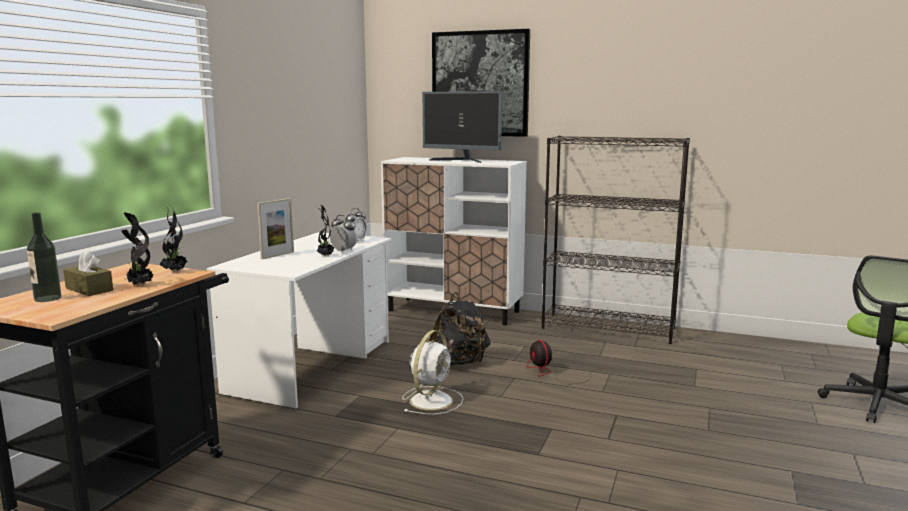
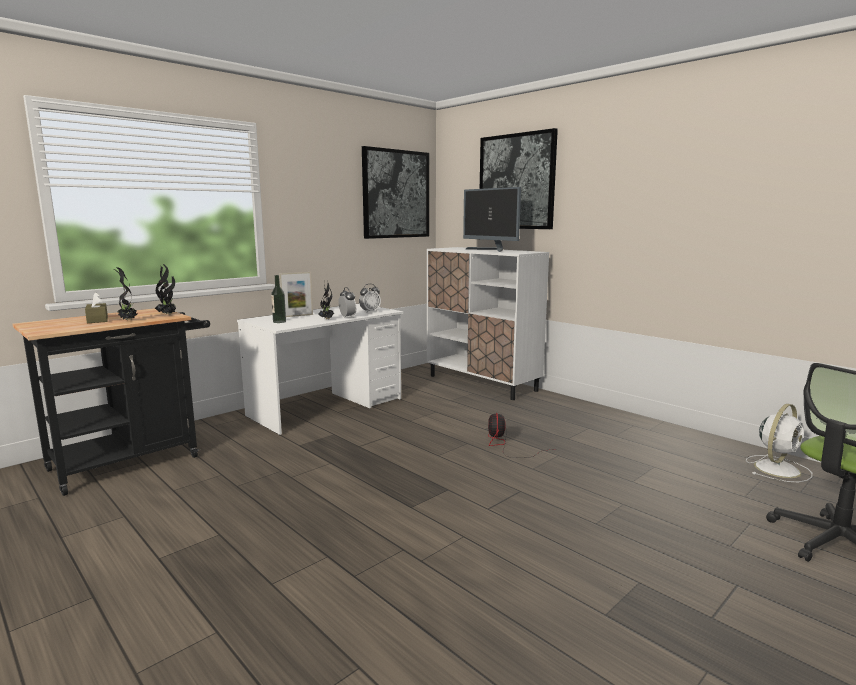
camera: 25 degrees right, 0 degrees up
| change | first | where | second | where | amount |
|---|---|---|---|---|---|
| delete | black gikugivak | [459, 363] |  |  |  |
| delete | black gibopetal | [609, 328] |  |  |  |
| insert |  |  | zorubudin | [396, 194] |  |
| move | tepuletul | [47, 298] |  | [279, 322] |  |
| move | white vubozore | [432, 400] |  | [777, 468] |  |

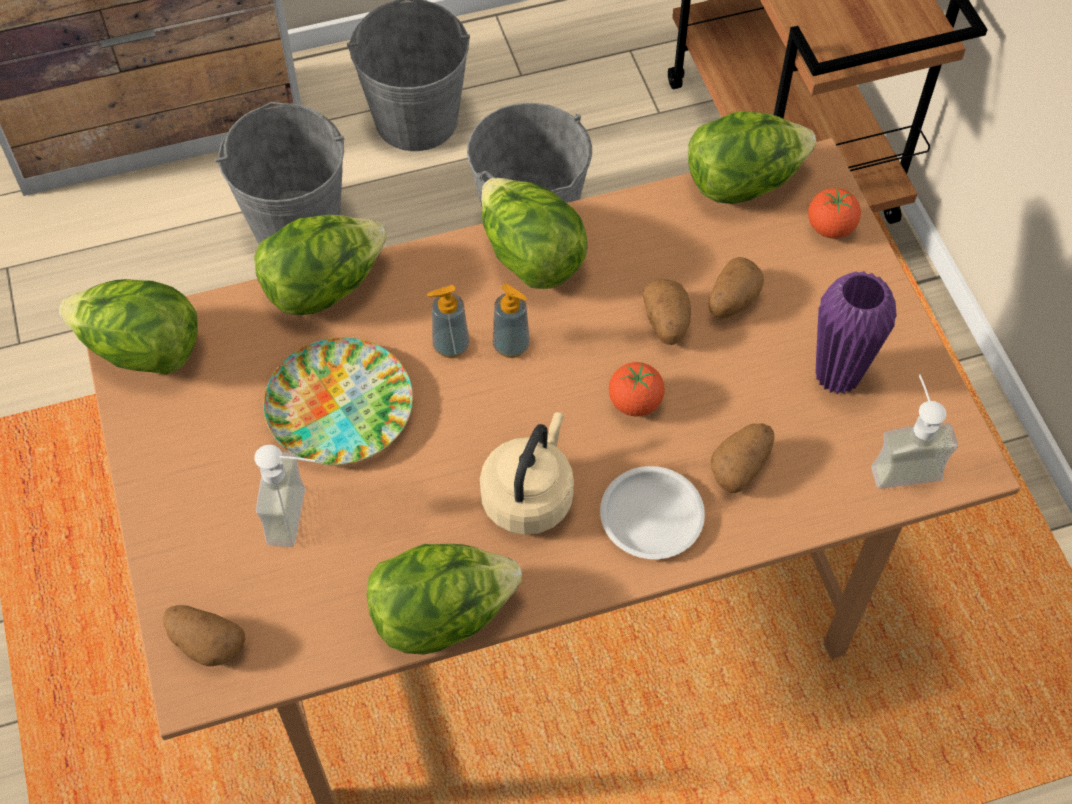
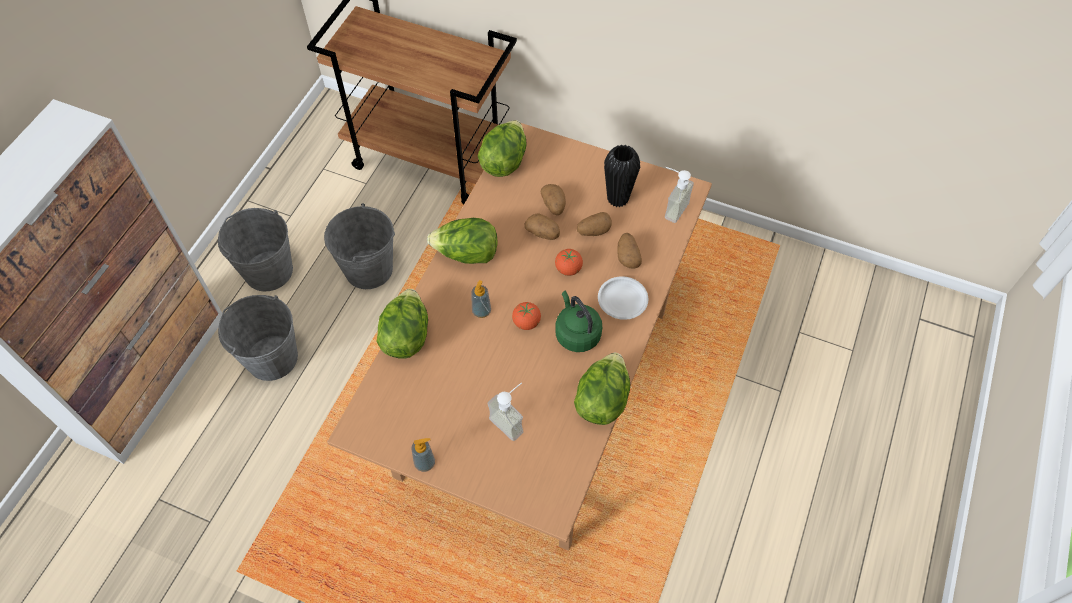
camera: 50 degrees left, 0 degrees up
| change | first | where | second | where | amount |
|---|---|---|---|---|---|
| delete | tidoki | [142, 350] |  |  |  |
| delete | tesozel | [341, 408] |  |  |  |
| move | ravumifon | [206, 643] |  | [593, 231] |  |
| move | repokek | [511, 345] |  | [425, 463] |  |
| move | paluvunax | [830, 228] |  | [526, 322] |  |
| recolor | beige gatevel | [529, 496] | green gatevel | [576, 333] |  |
| recolor | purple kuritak | [837, 375] | black kuritak | [617, 199] |  |

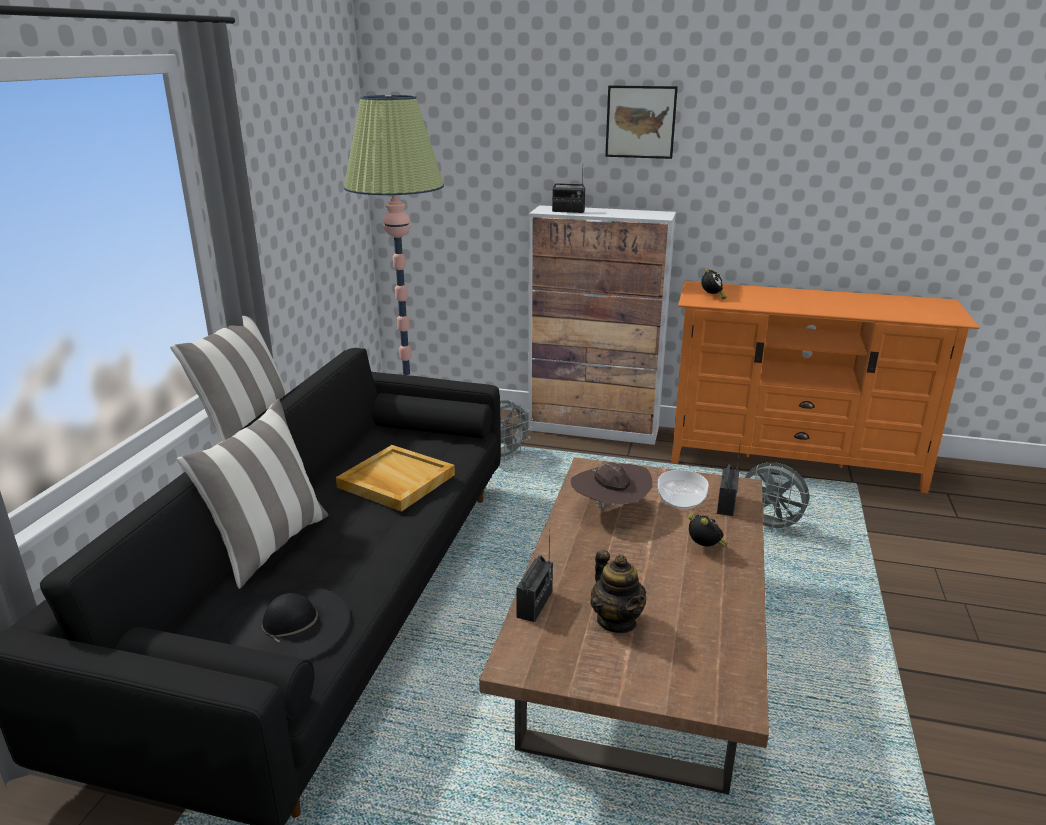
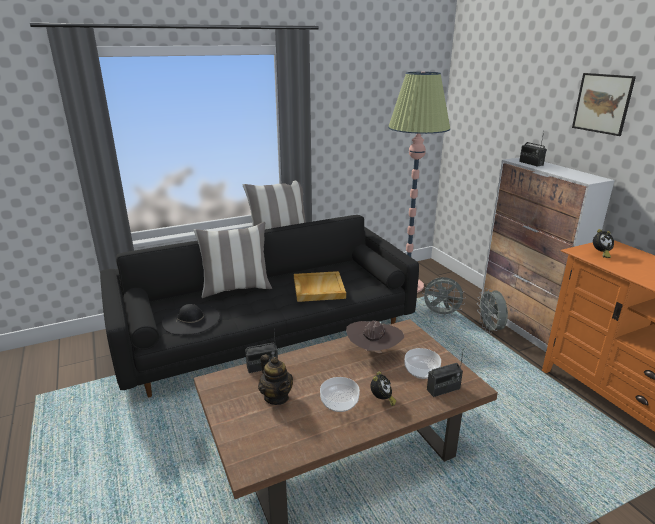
camera: 50 degrees right, 0 degrees up
| change | first | where | second | where | amount |
|---|---|---|---|---|---|
| insert |  |  | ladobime | [339, 402] |  |
| move | grey vubozore | [769, 526] |  | [490, 329] |  |
| rotate | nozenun | [617, 621] |  | [276, 397] | 60 degrees counterclockwise |

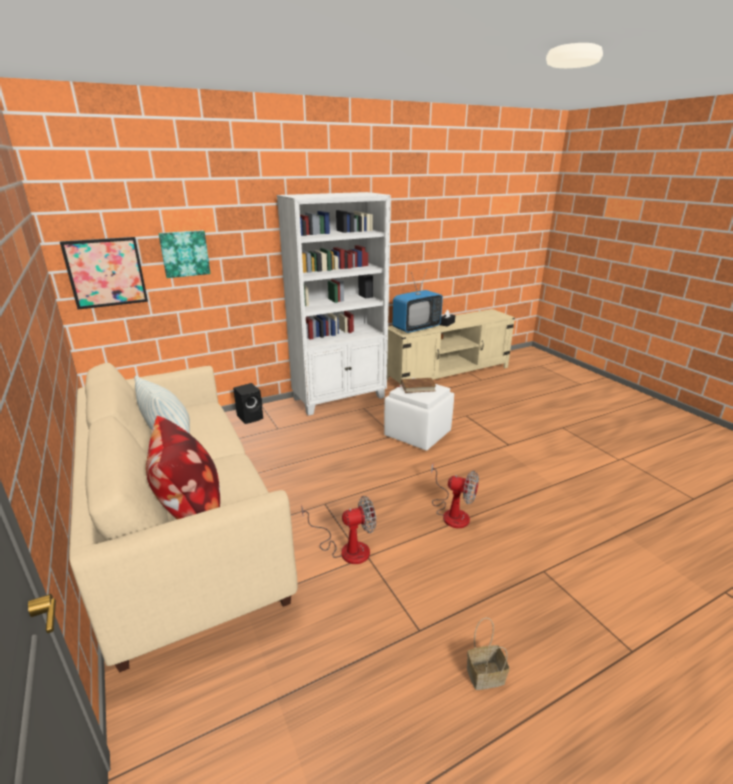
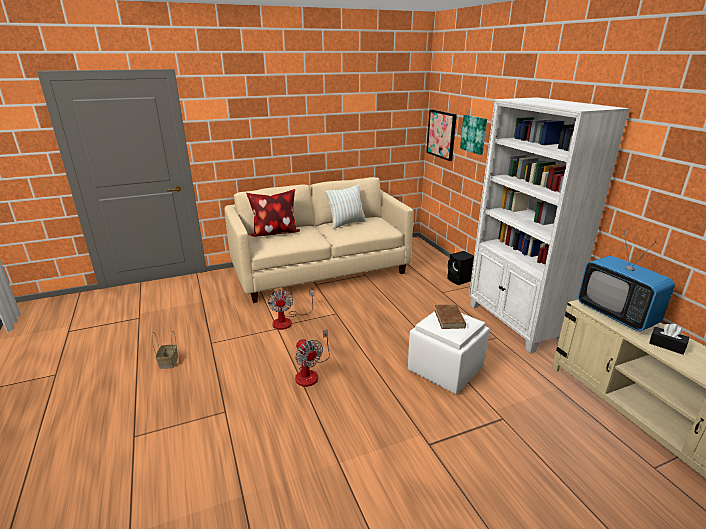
camera: 95 degrees right, 0 degrees up
| change | first | where | second | where | amount |
|---|---|---|---|---|---|
| rotate | vubozore | [452, 512] |  | [310, 373] | 60 degrees counterclockwise |

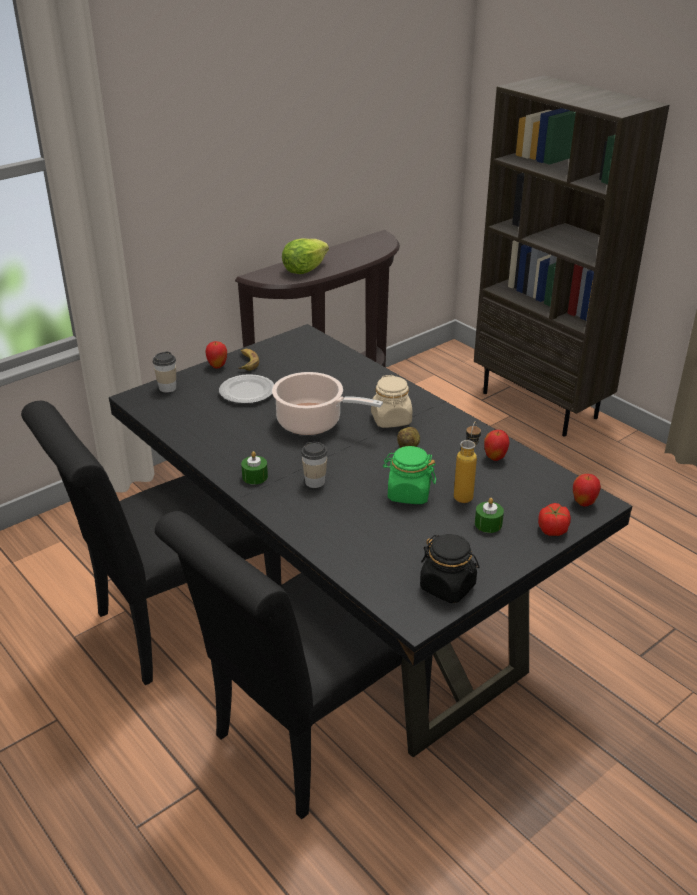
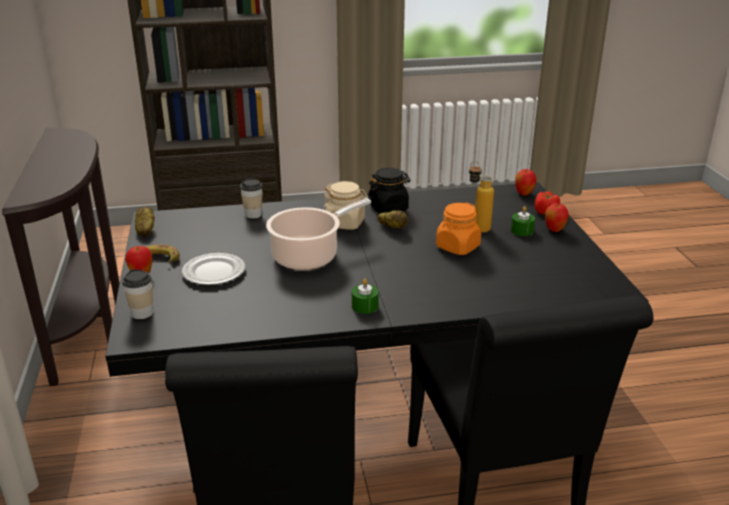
camera: 60 degrees left, 5 degrees down
| change | first | where | second | where | amount |
|---|---|---|---|---|---|
| delete | tidoki | [304, 270] |  |  |  |
| insert |  |  | ravumifon | [145, 231] |  |
| move | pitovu | [315, 482] |  | [253, 214] |  |
| move | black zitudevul | [448, 587] |  | [388, 208] |  |
| move | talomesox | [495, 458] |  | [554, 230] |  |
| recolor | green zitudevul | [408, 494] | orange zitudevul | [457, 247] |  |

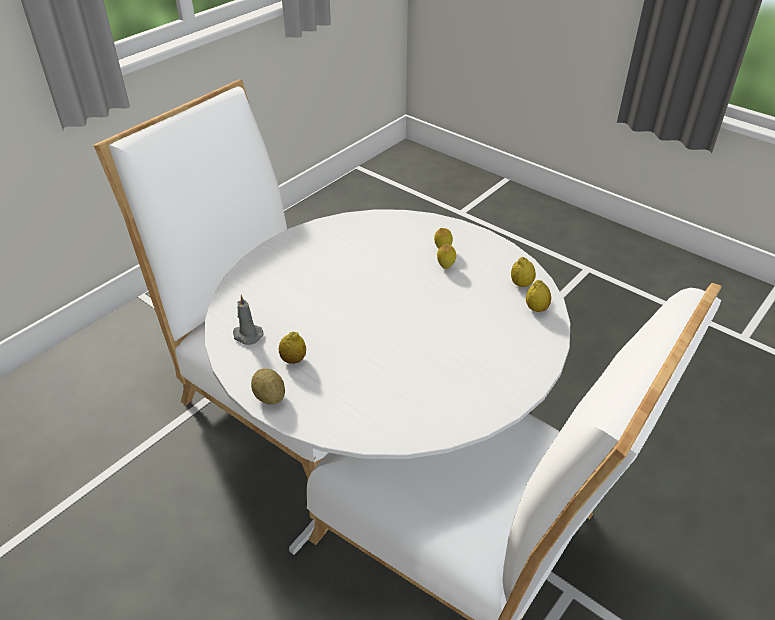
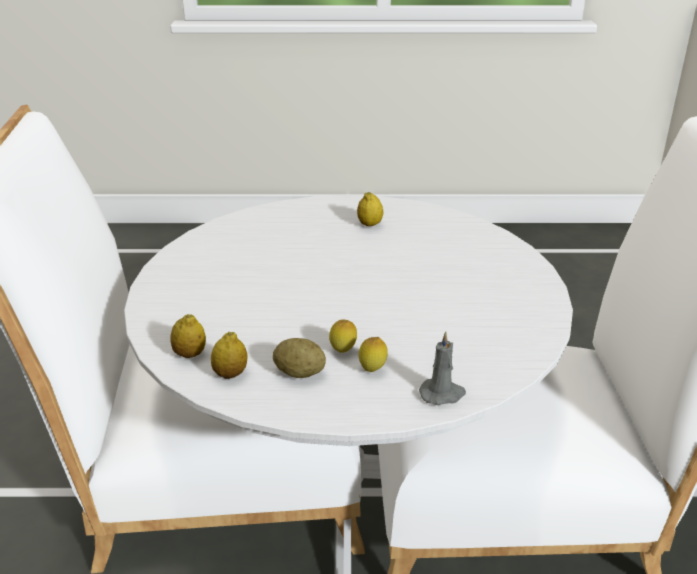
camera: 140 degrees right, 10 degrees down
| change | first | where | second | where | amount |
|---|---|---|---|---|---|
| move | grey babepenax | [247, 335] |  | [442, 394] |  |
| move | ravumifon | [269, 396] |  | [299, 373] |  |

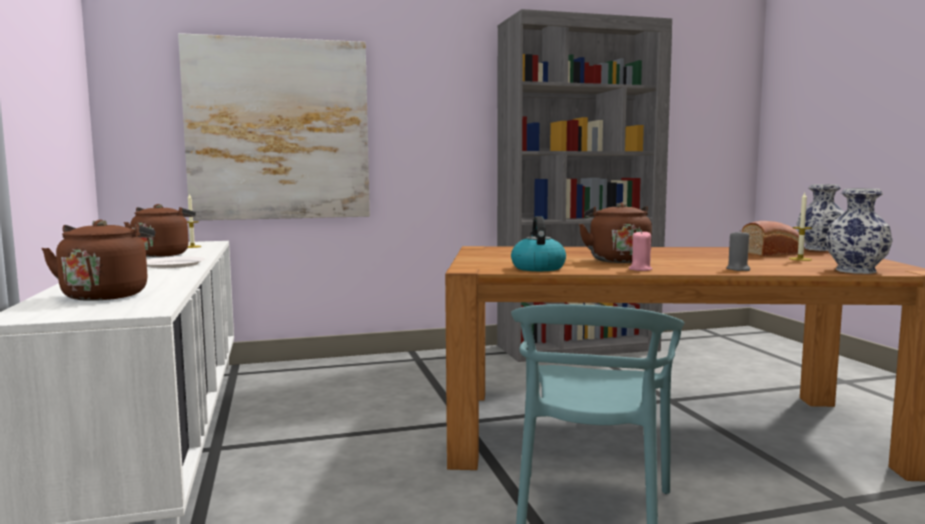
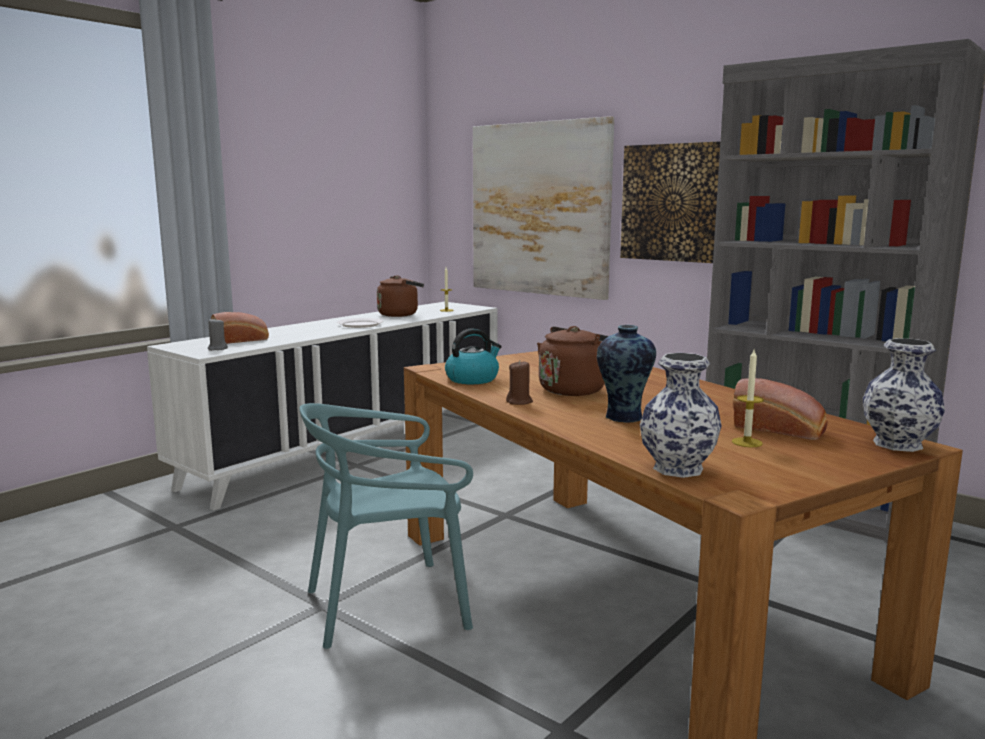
camera: 55 degrees right, 5 degrees up
| change | first | where | second | where | amount |
|---|---|---|---|---|---|
| insert |  |  | kuritak | [623, 418] |  |
| insert |  |  | zorubudin | [675, 202] |  |
| move | grey babepenax | [738, 269] |  | [217, 348] |  |
| replace | brown gatevel | [107, 295] | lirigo | [242, 340] |  |
| recolor | pink babepenax | [640, 269] | brown babepenax | [519, 402] |  |

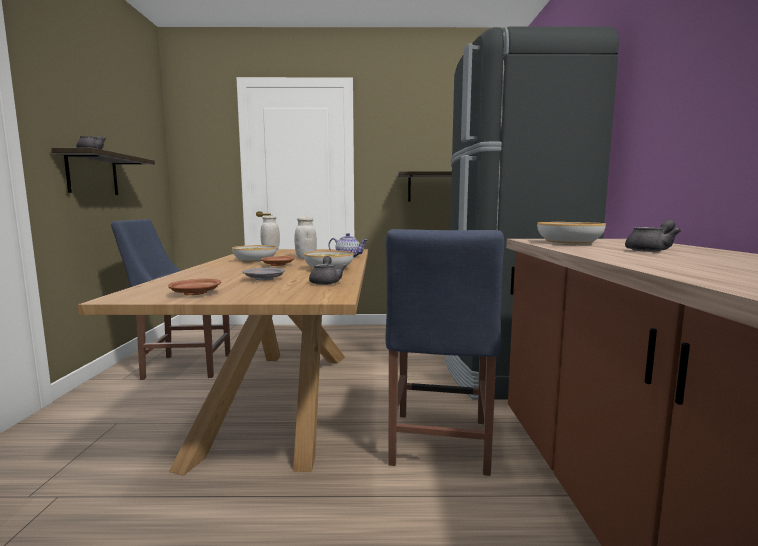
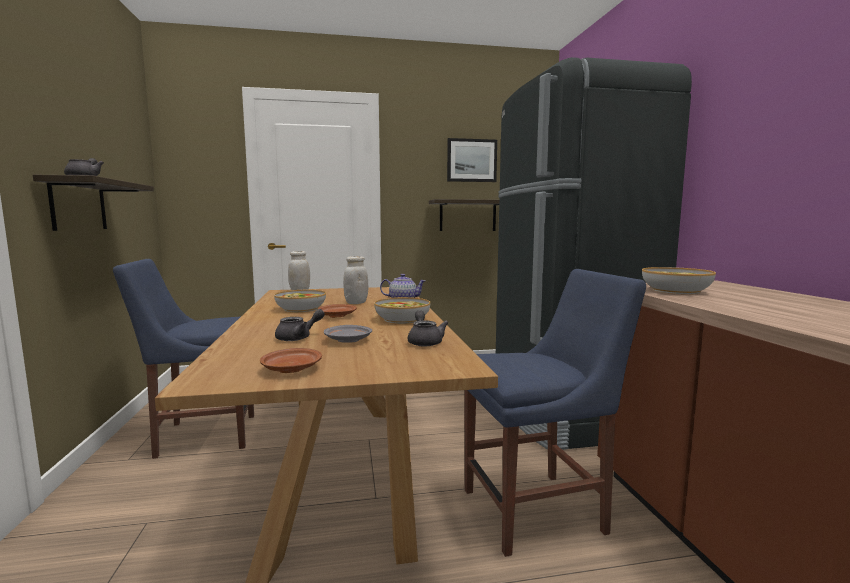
camera: 10 degrees left, 0 degrees up
| change | first | where | second | where | amount |
|---|---|---|---|---|---|
| insert |  |  | zorubudin | [471, 160] |  |
| move | grey nozenun | [651, 250] |  | [298, 338] |  |
| rotate | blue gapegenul | [438, 445] |  | [539, 510] | 105 degrees counterclockwise |

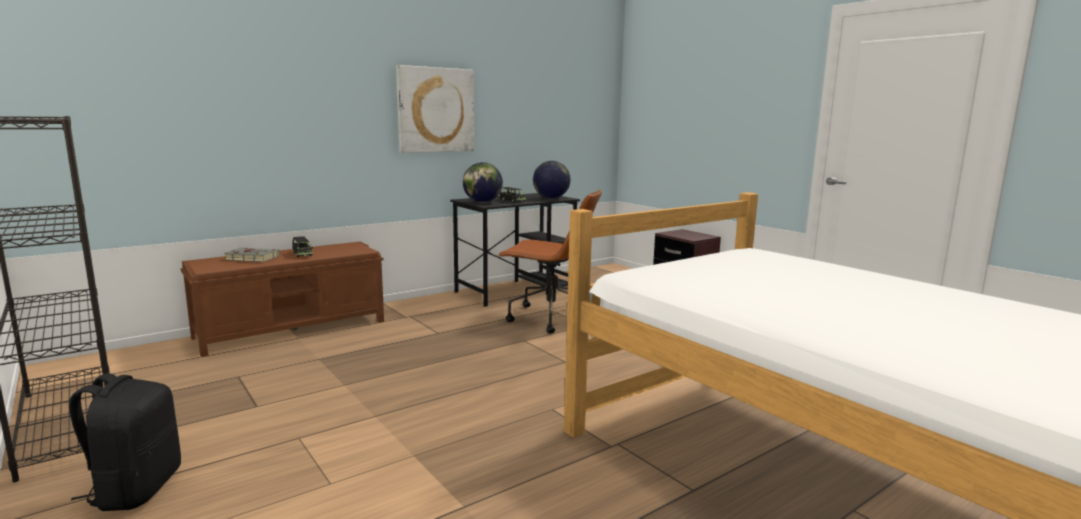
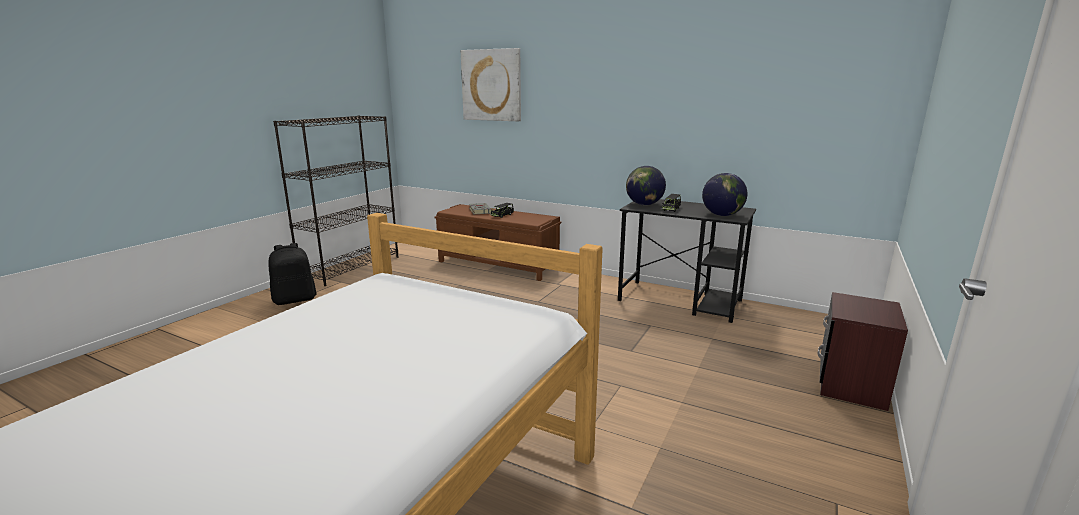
camera: 65 degrees right, 5 degrees up
| change | first | where | second | where | amount |
|---|---|---|---|---|---|
| delete | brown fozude | [549, 318] |  |  |  |
| move | zorubudin | [435, 110] |  | [491, 85] |  |

